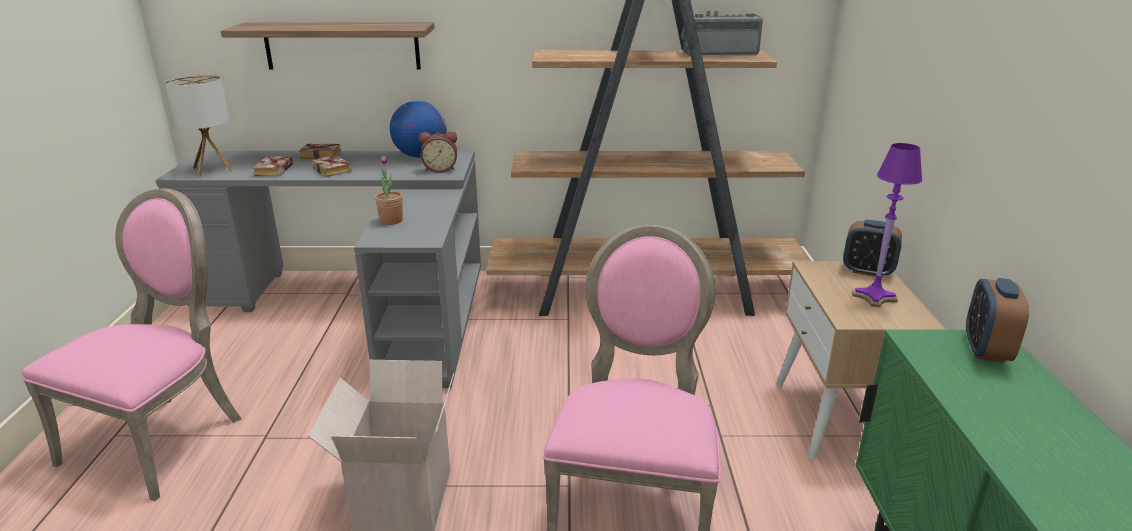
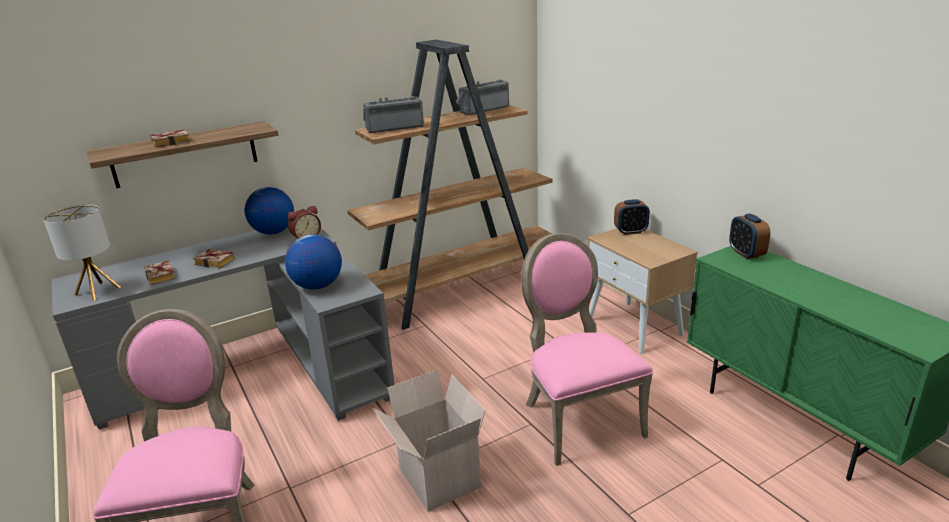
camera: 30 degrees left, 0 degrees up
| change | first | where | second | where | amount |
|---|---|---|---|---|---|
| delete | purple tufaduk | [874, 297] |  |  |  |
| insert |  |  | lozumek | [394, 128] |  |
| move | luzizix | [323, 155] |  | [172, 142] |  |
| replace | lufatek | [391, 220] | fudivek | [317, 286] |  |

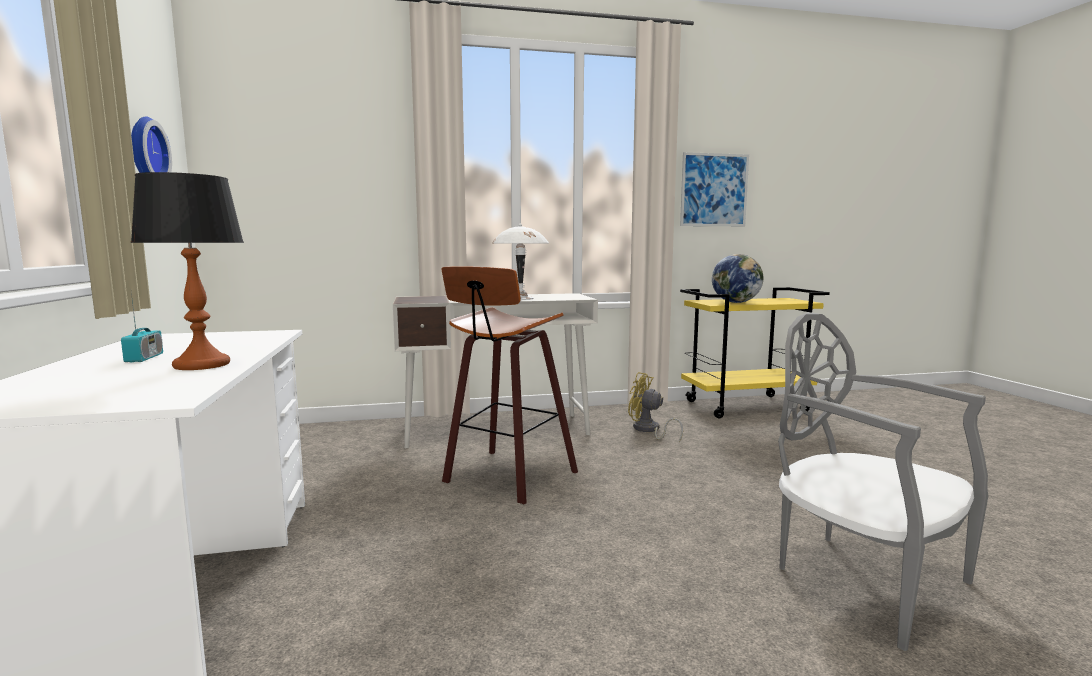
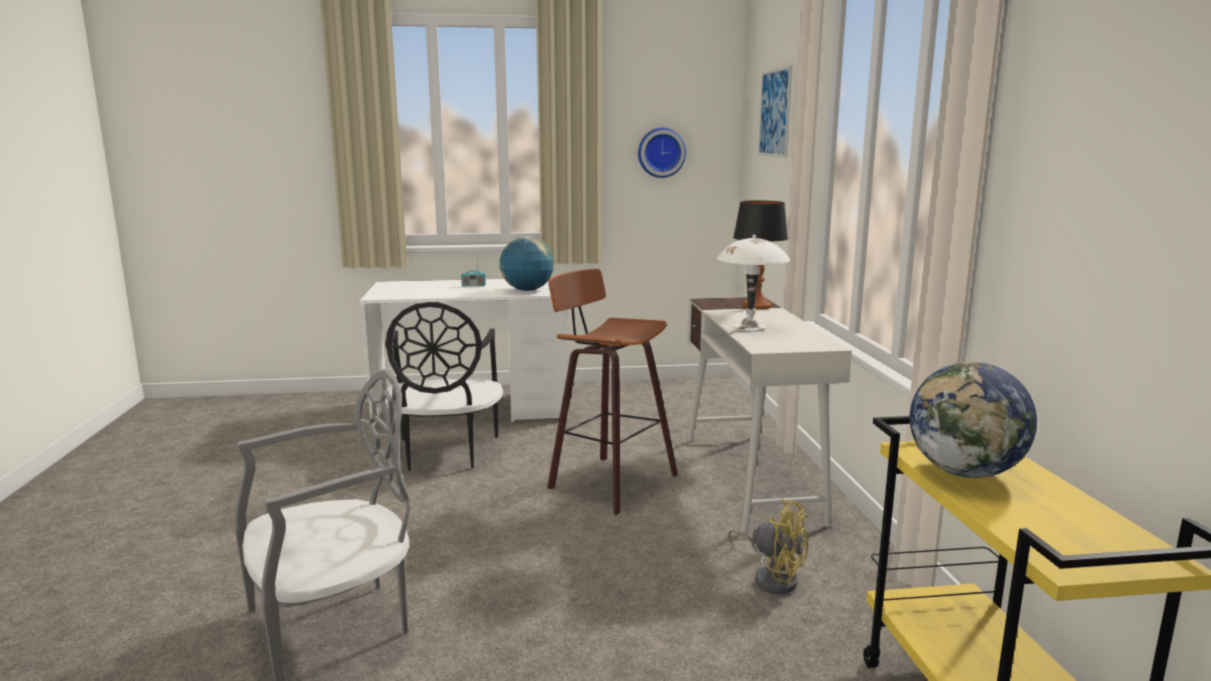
camera: 95 degrees right, 5 degrees up
| change | first | where | second | where | amount |
|---|---|---|---|---|---|
| insert |  |  | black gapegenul | [445, 453] |  |
| insert |  |  | fudivek | [527, 290] |  |
| move | tufaduk | [202, 365] |  | [756, 306] |  |
| move | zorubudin | [714, 190] |  | [775, 113] |  |
| rotate | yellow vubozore | [648, 430] |  | [772, 578] | 90 degrees clockwise |

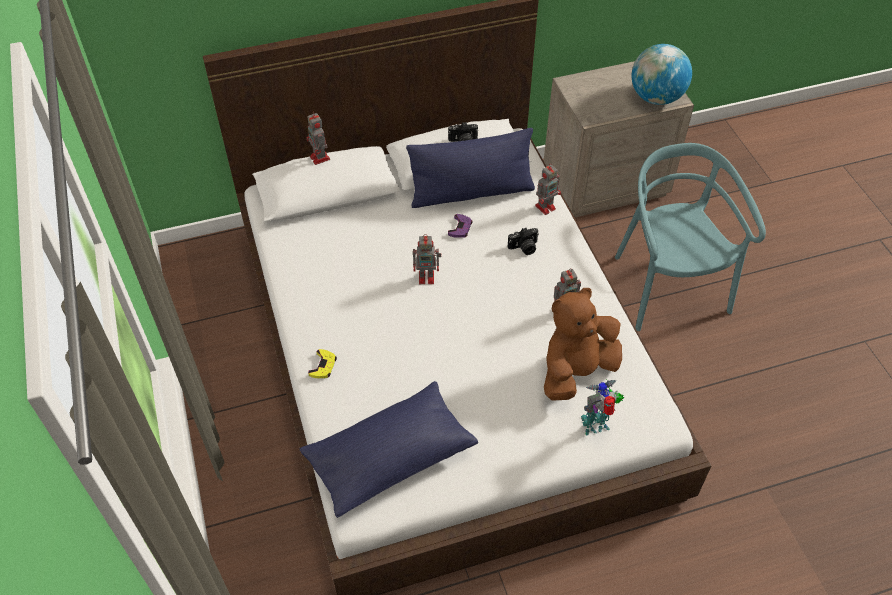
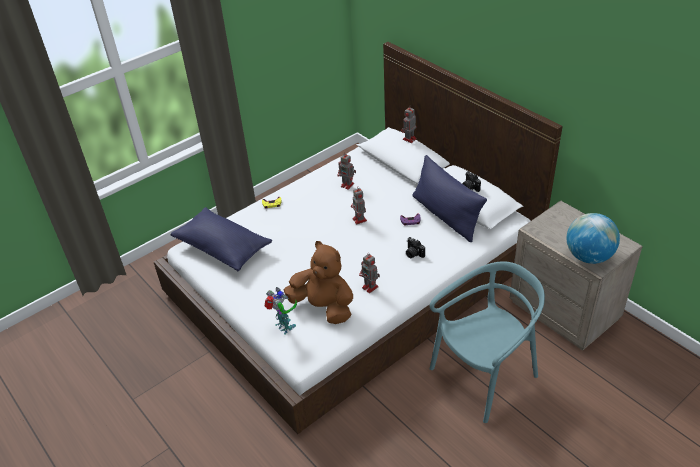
camera: 70 degrees right, 10 degrees down
| change | first | where | second | where | amount |
|---|---|---|---|---|---|
| move | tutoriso | [546, 206] |  | [348, 185] |  |

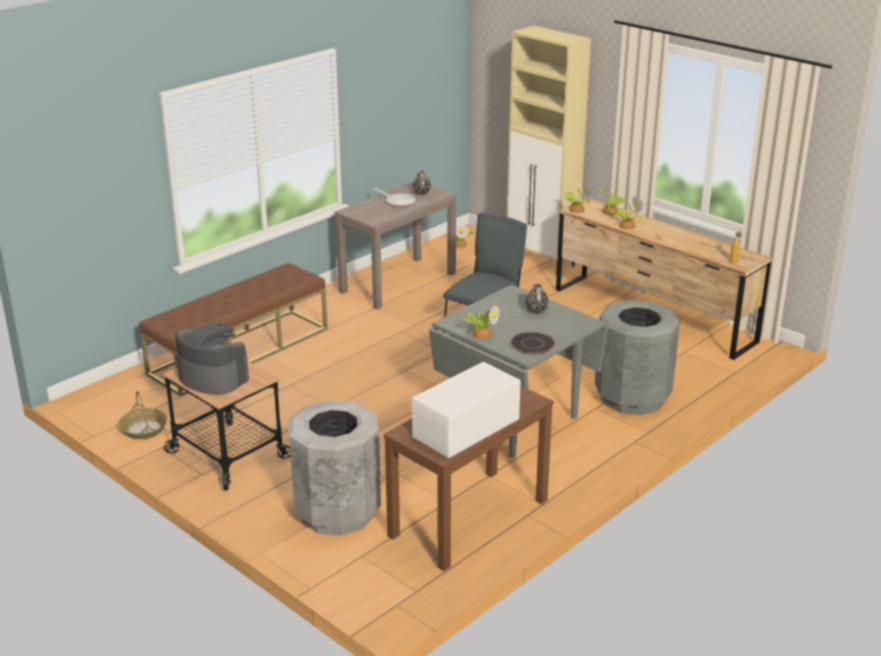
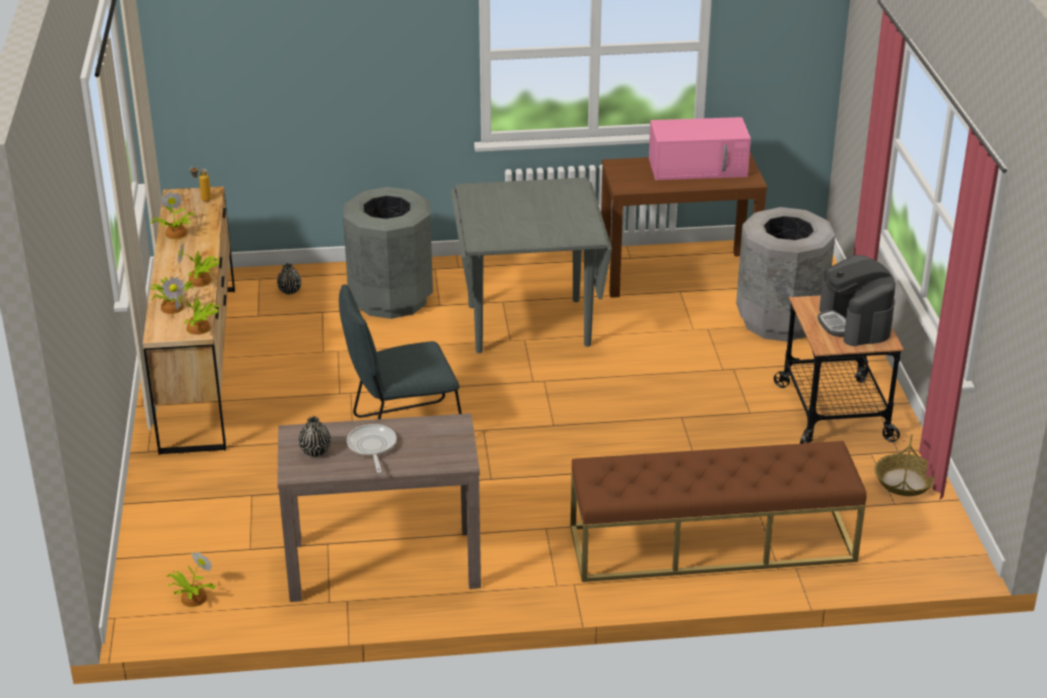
camera: 140 degrees left, 5 degrees up
| change | first | where | second | where | amount |
|---|---|---|---|---|---|
| delete | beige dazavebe | [542, 261] |  |  |  |
| delete | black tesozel | [532, 344] |  |  |  |
| move | lufatek | [481, 334] |  | [175, 234] |  |
| move | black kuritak | [536, 310] |  | [290, 291] |  |
| recolor | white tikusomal | [465, 428] | pink tikusomal | [699, 167] |  |

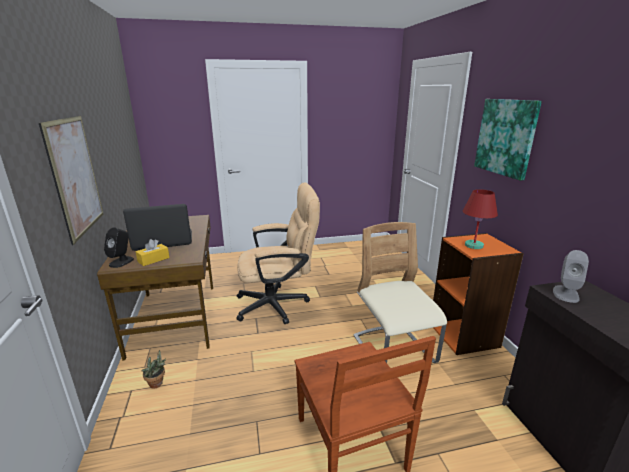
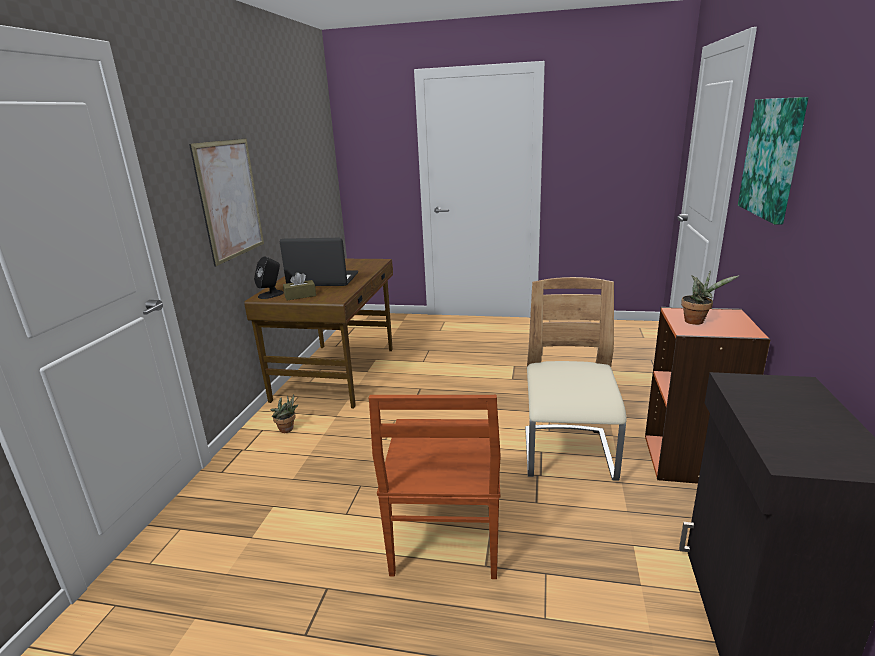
camera: 25 degrees right, 0 degrees up
| change | first | where | second | where | amount |
|---|---|---|---|---|---|
| delete | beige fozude | [279, 304] |  |  |  |
| delete | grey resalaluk | [565, 294] |  |  |  |
| replace | red tufaduk | [473, 245] | lufatek | [697, 321] |  |
| recolor | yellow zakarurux | [153, 259] | brown zakarurux | [300, 296] |  |

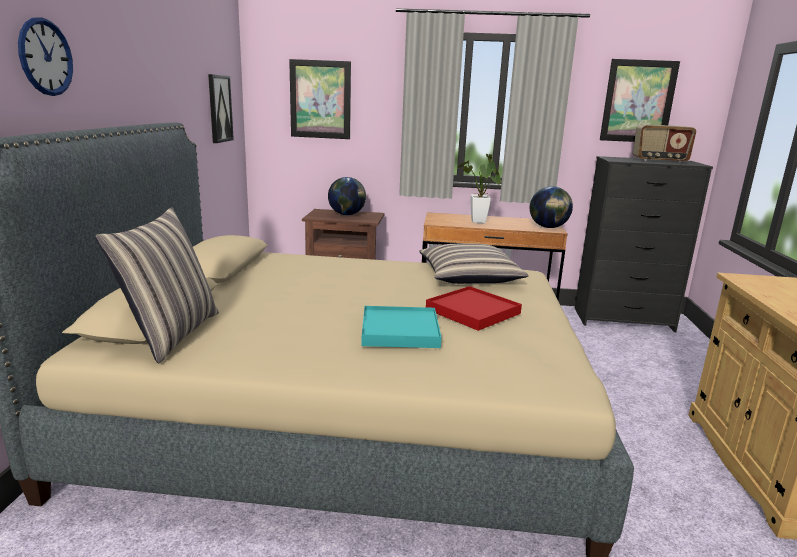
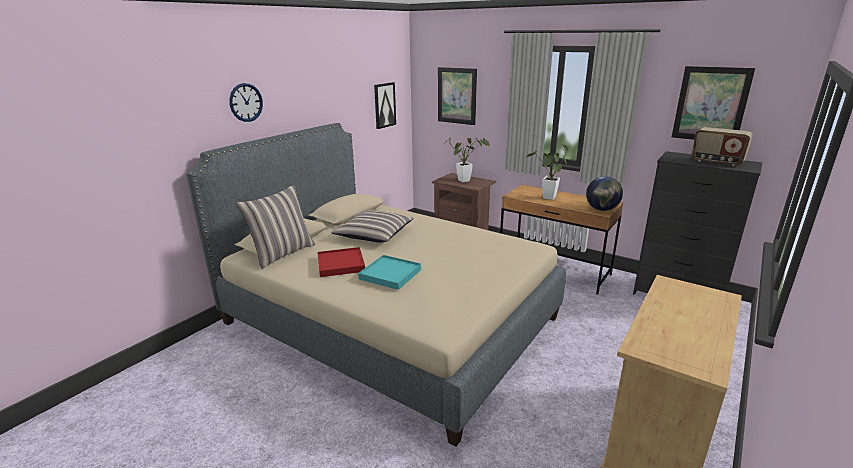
camera: 30 degrees right, 5 degrees up
| change | first | where | second | where | amount |
|---|---|---|---|---|---|
| move | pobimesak | [469, 276] |  | [374, 234] |  |
| move | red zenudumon | [473, 311] |  | [341, 264] |  |
| replace | fudivek | [347, 214] | lufatek | [466, 180] |  |

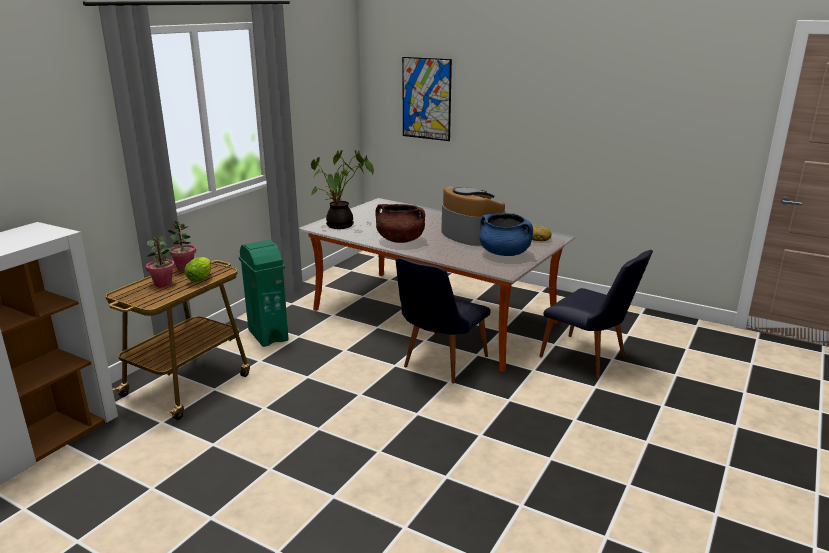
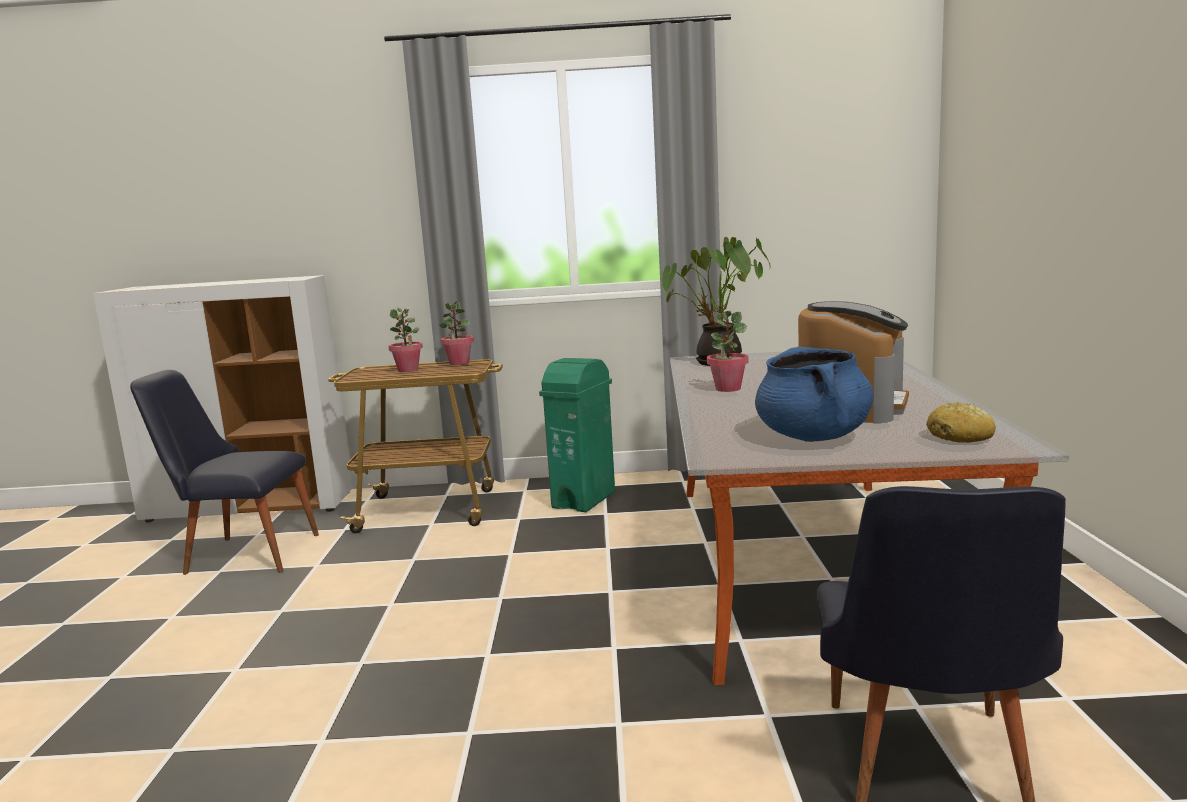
camera: 60 degrees right, 10 degrees down
| change | first | where | second | where | amount |
|---|---|---|---|---|---|
| delete | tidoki | [201, 278] |  |  |  |
| delete | zorubudin | [426, 99] |  |  |  |
| move | black gapegenul | [439, 364] |  | [241, 554] |  |
| replace | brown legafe | [400, 240] | lufatek | [728, 389] |  |

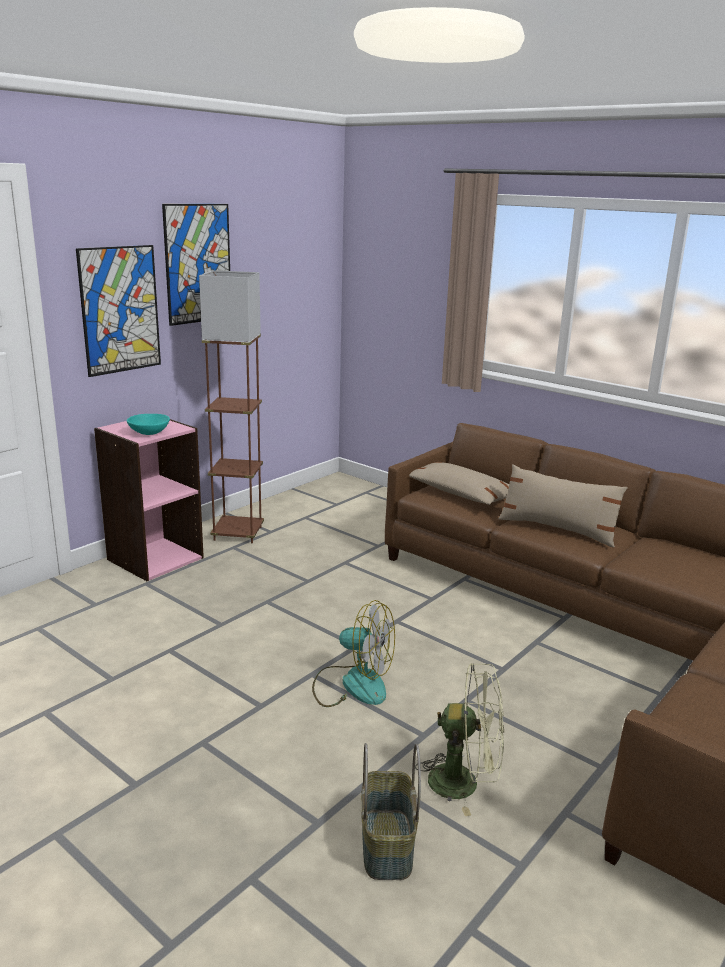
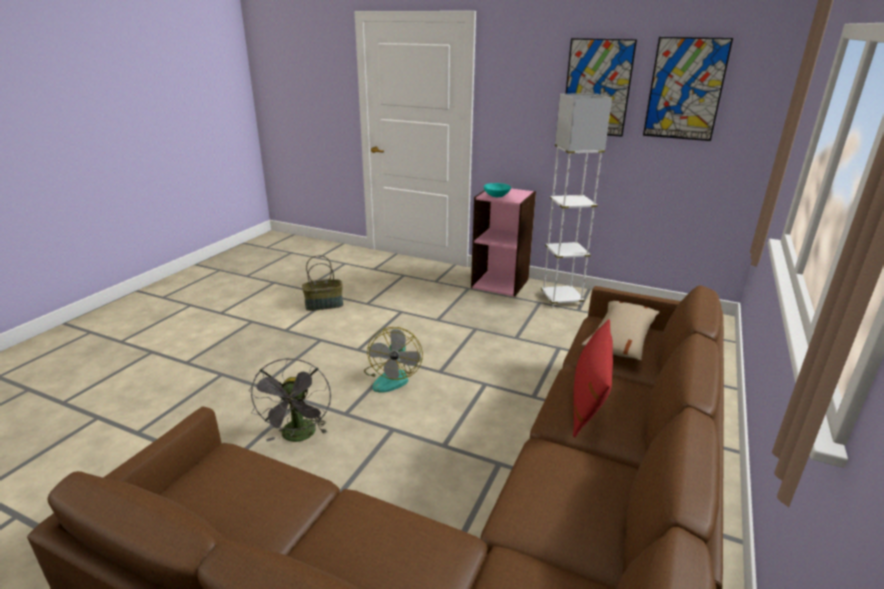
camera: 75 degrees right, 5 degrees up
| change | first | where | second | where | amount |
|---|---|---|---|---|---|
| move | zorubudin | [120, 310] |  | [685, 89] |  |
| move | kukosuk | [385, 843] |  | [324, 304] |  |
| recolor | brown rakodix | [237, 533] | white rakodix | [561, 299] |  |
| recolor | green vubozore | [464, 782] | grey vubozore | [299, 436] |  |
| recolor | beige pobimesak | [557, 529] | red pobimesak | [589, 398] |  |

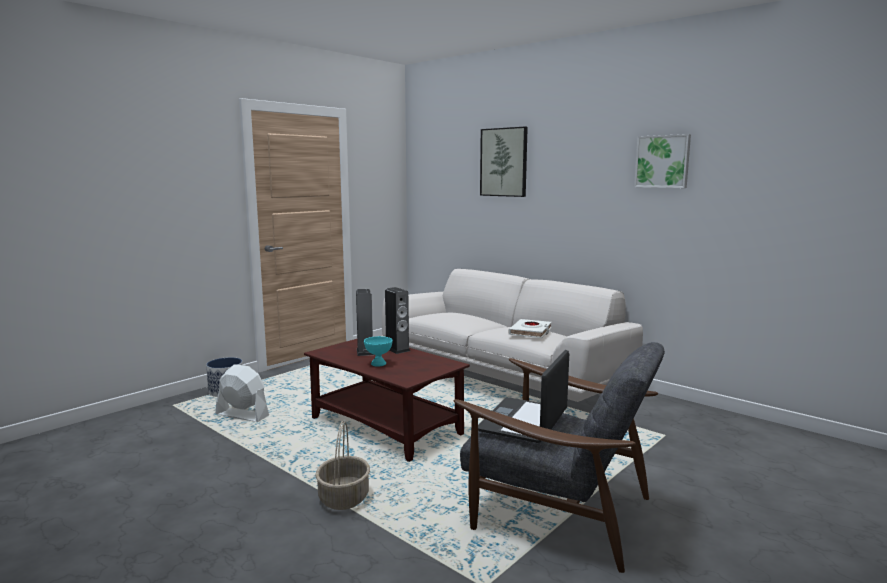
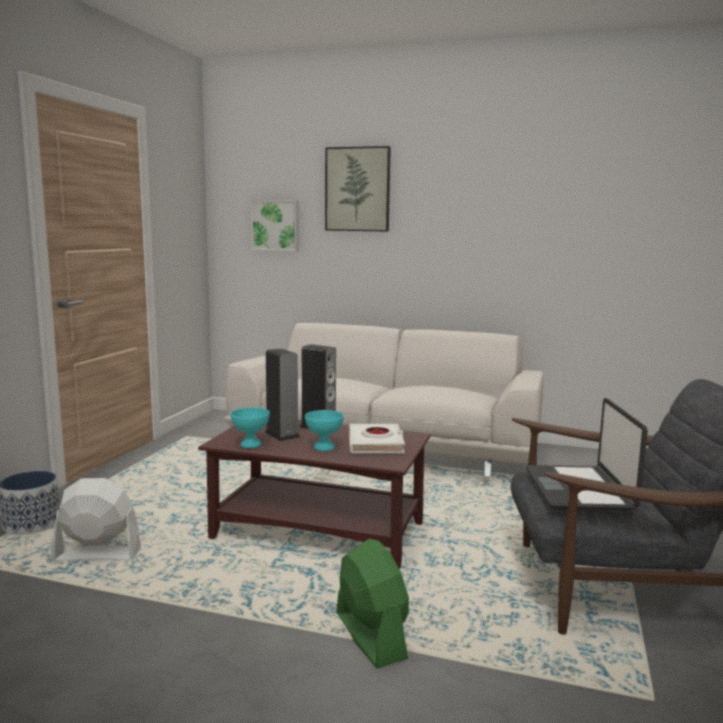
camera: 25 degrees left, 0 degrees up
| change | first | where | second | where | amount |
|---|---|---|---|---|---|
| insert |  |  | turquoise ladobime | [250, 445] |  |
| move | white luzizix | [530, 332] |  | [375, 444] |  |
| move | zorubudin | [662, 161] |  | [275, 225] |  |
| replace | kukosuk | [343, 497] | green vubozore | [370, 636] |  |

